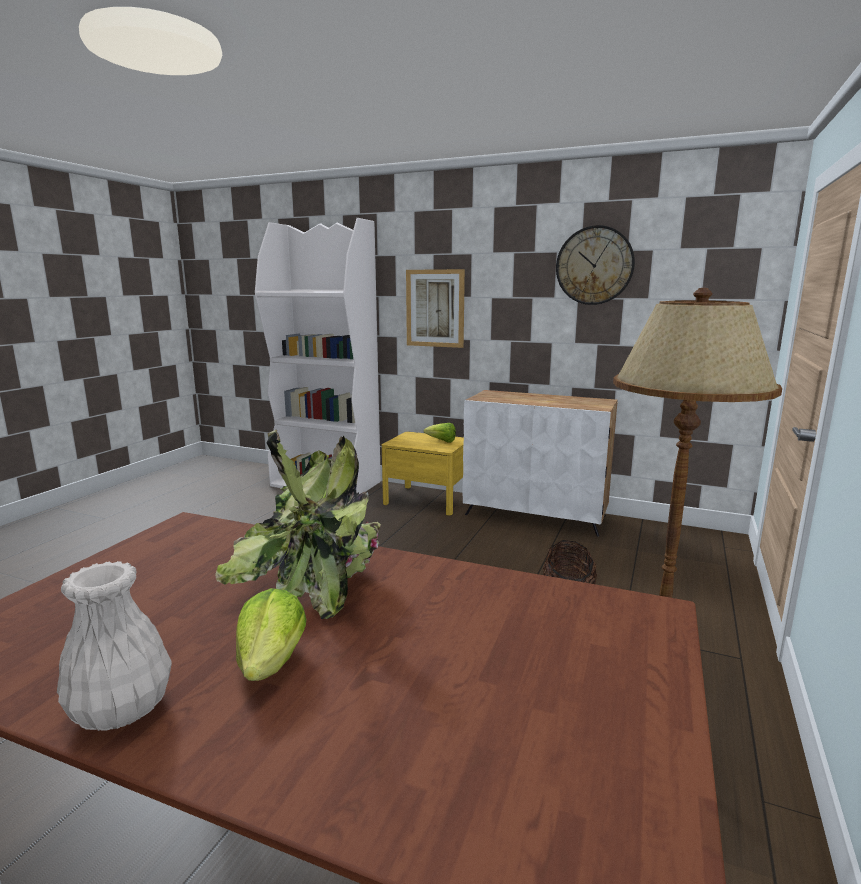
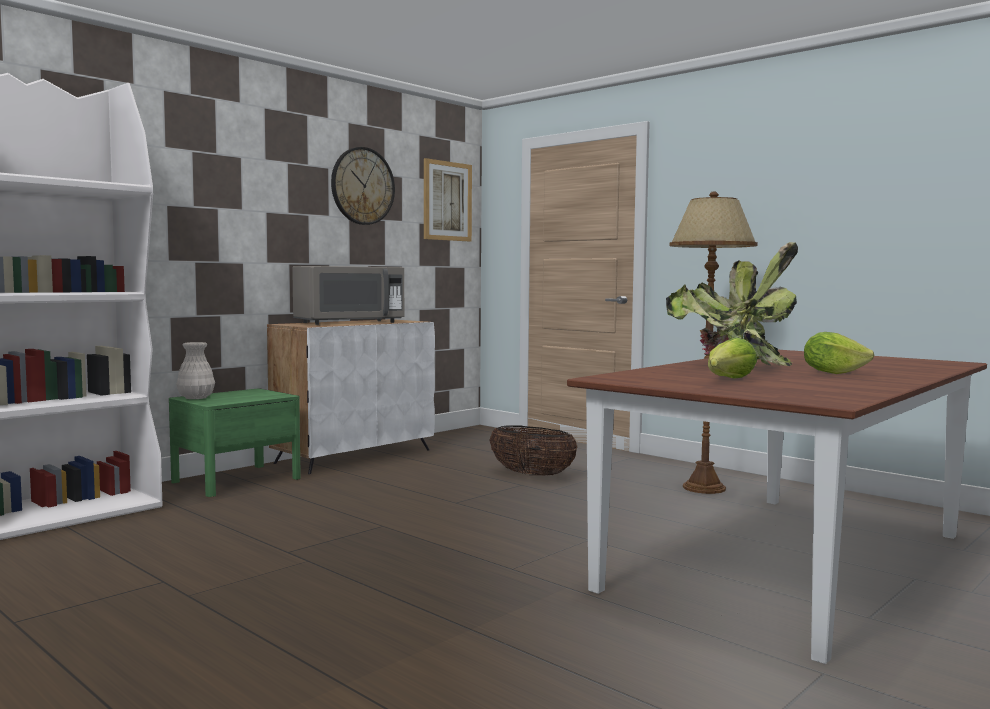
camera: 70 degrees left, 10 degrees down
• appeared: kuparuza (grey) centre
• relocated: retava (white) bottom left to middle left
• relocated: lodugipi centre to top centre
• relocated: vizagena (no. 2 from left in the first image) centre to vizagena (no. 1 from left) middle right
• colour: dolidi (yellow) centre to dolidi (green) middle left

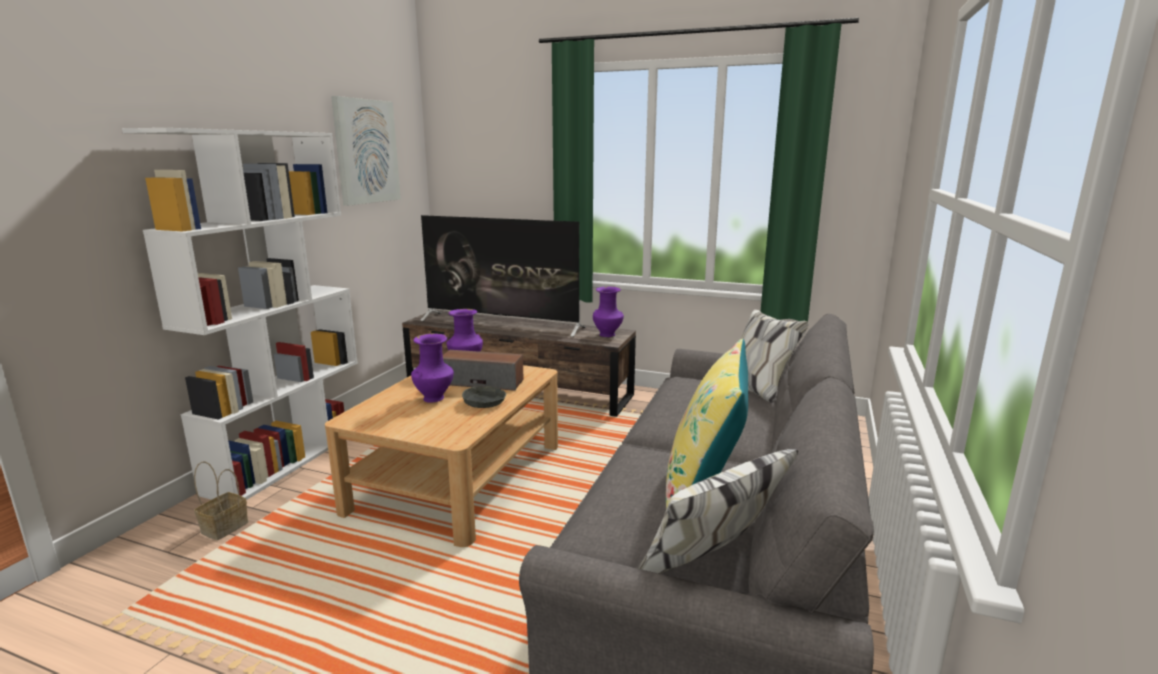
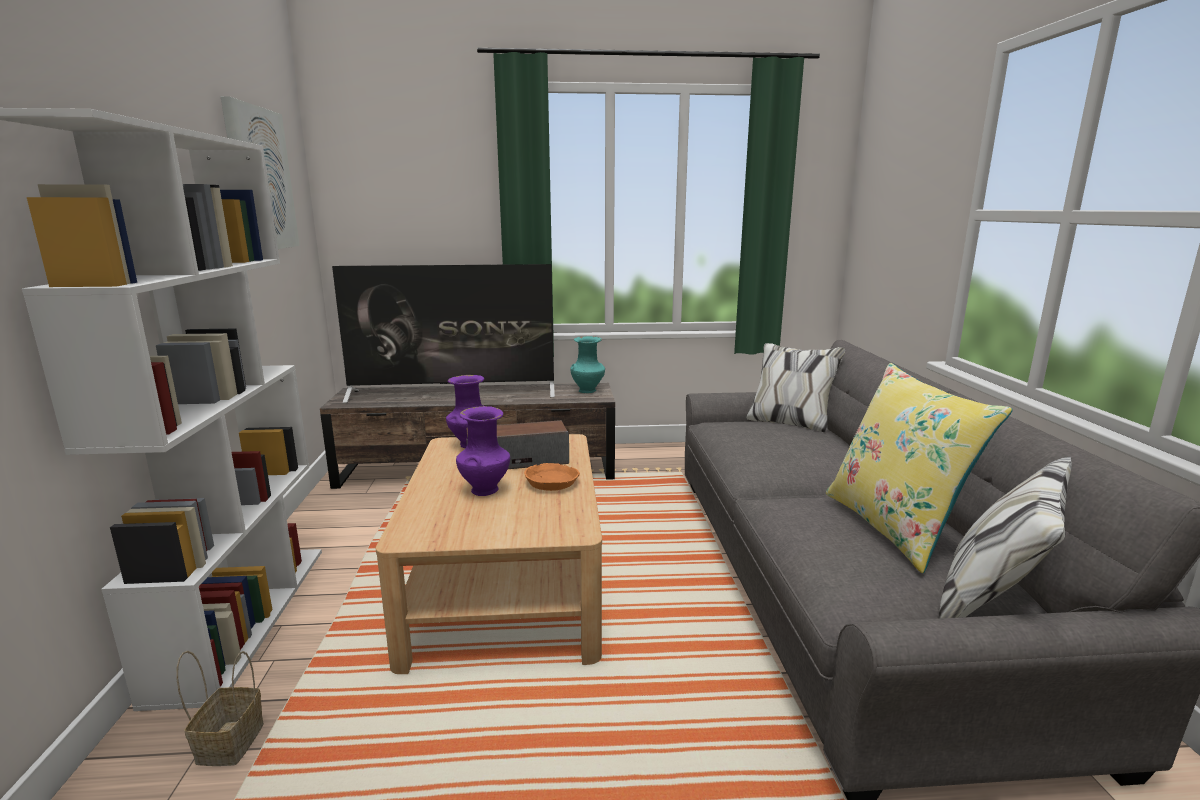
camera: 25 degrees left, 0 degrees up
• colour: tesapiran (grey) centre to tesapiran (orange) centre
• colour: retava (purple) (no. 3 from left) centre to retava (turquoise) centre

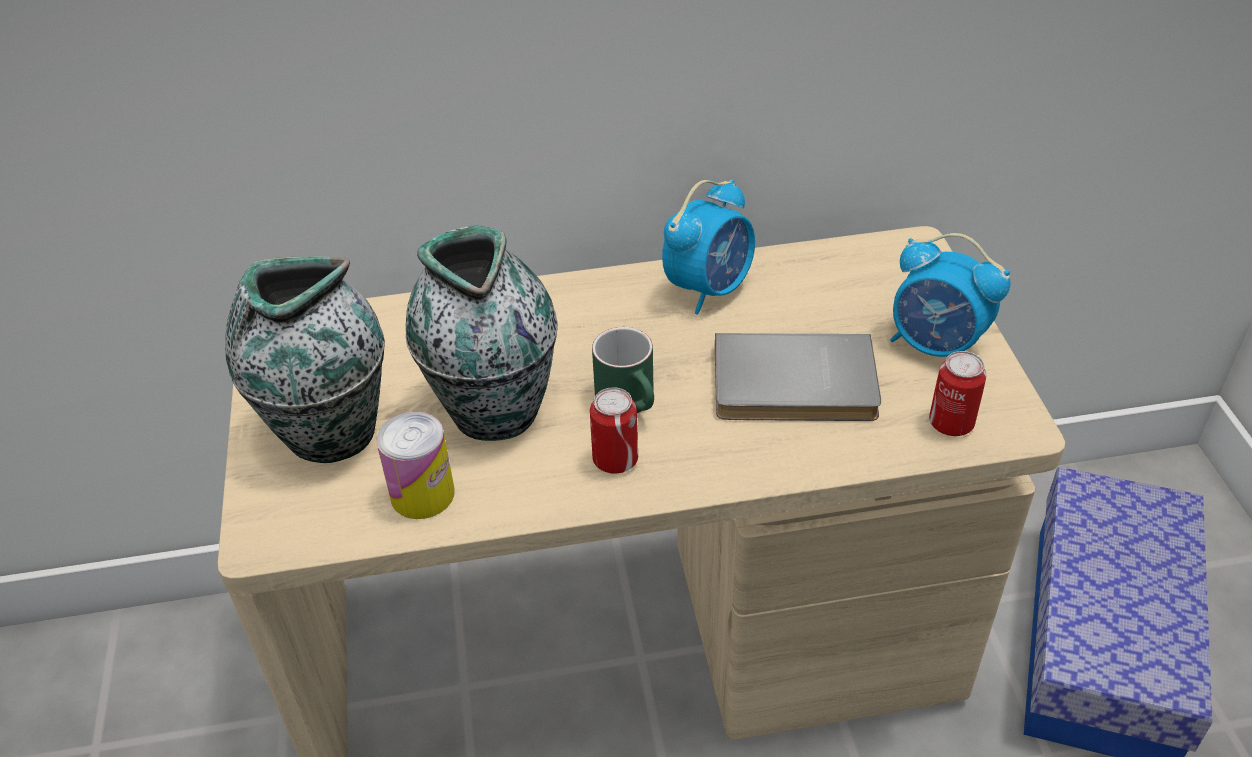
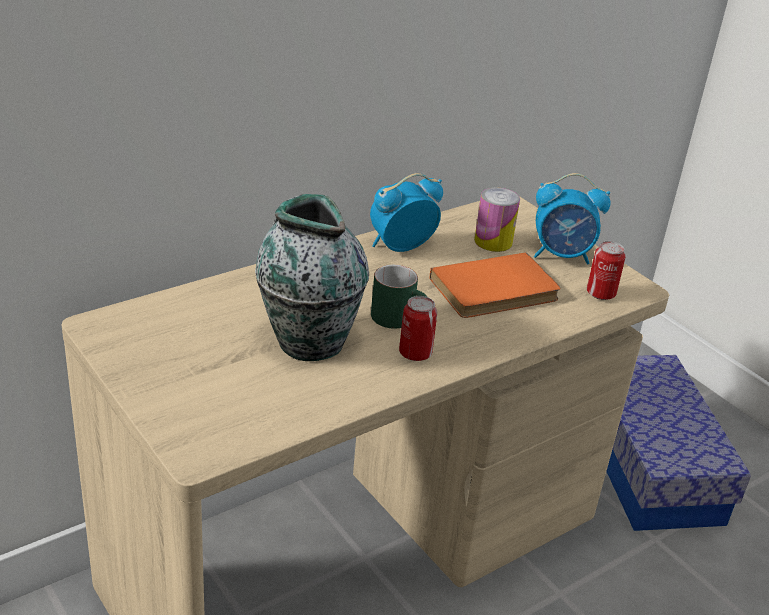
camera: 30 degrees left, 10 degrees down
• missing: retava (no. 1 from left) middle left
• relocated: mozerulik (no. 1 from left in the first image) middle left to mozerulik (no. 2 from left) centre
• colour: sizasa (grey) centre to sizasa (orange) centre
• spun: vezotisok (no. 1 from left) top centre = centre 135 degrees counterclockwise

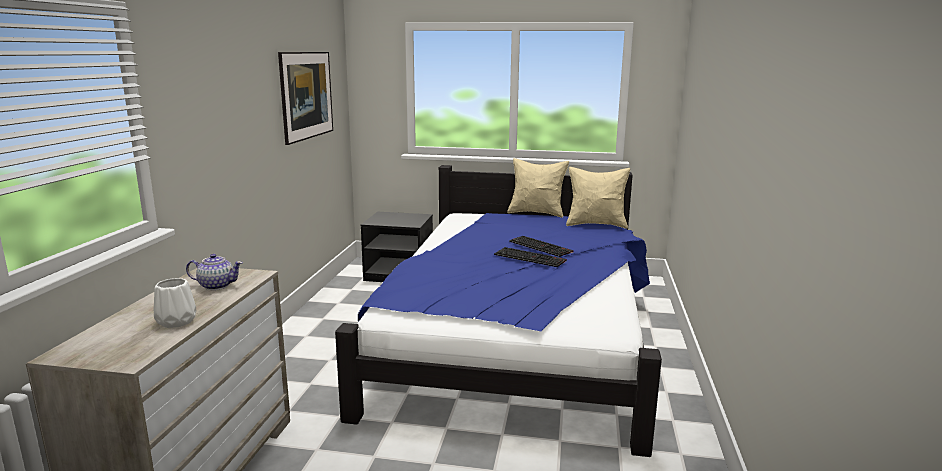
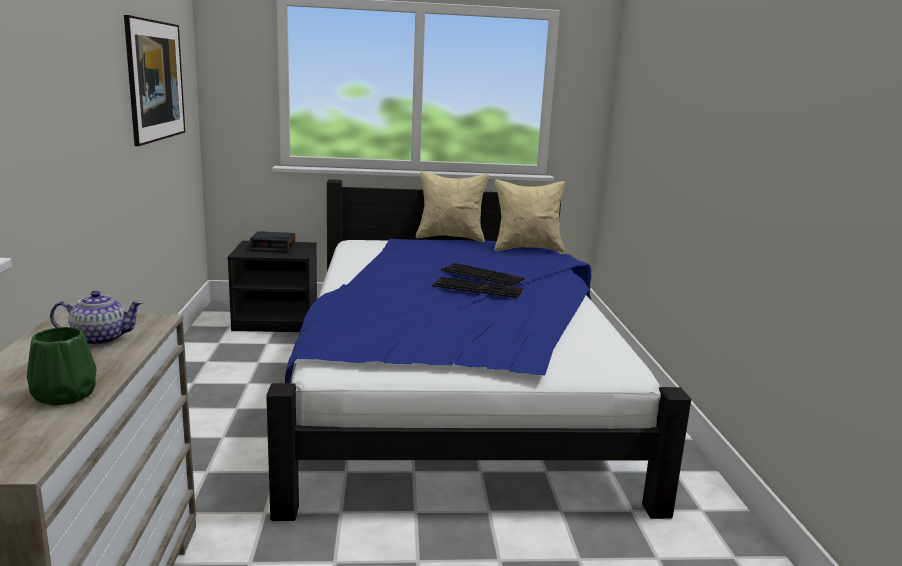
camera: 15 degrees left, 0 degrees up
• appeared: vezotisok middle left
• colour: retava (white) middle left to retava (green) middle left

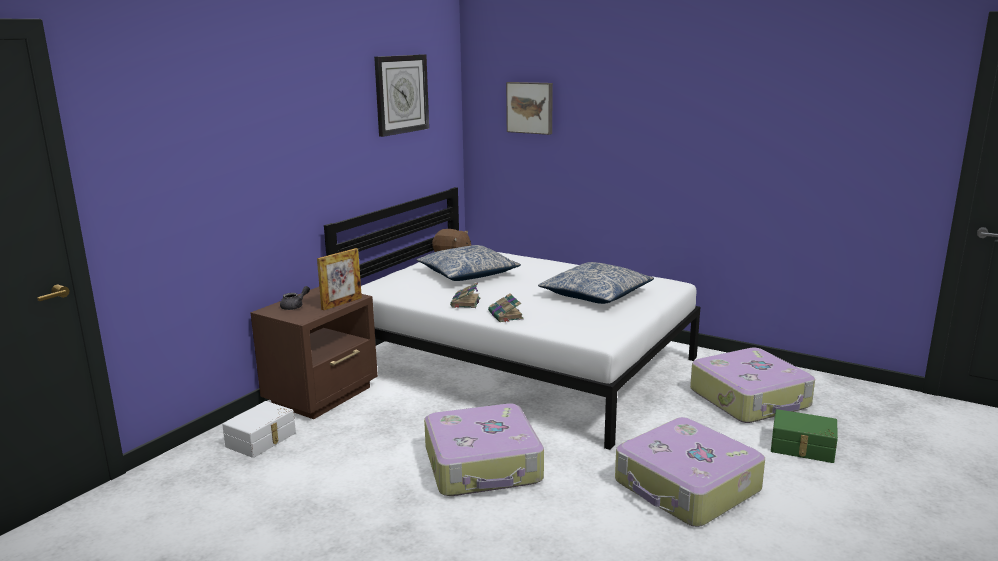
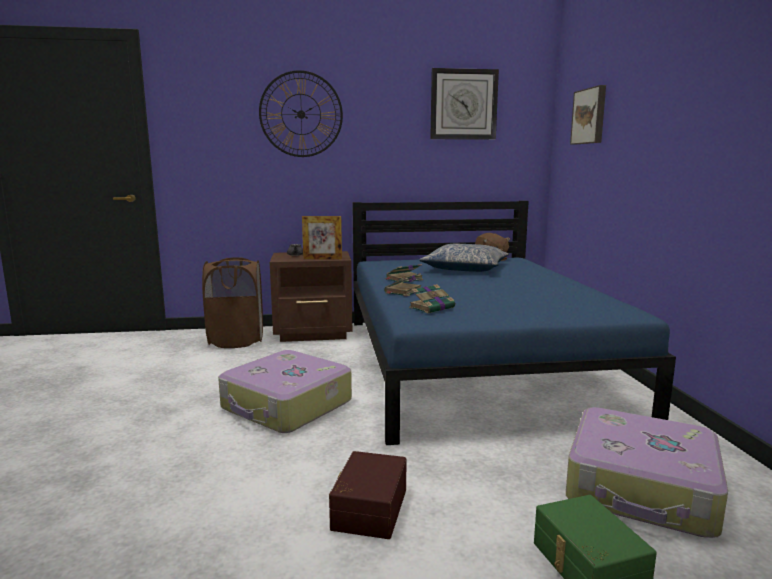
camera: 50 degrees right, 5 degrees down
• missing: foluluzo (no. 2 from left) centre
• appeared: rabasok (no. 1 from left) top centre
• appeared: sizasa (no. 3 from left) centre
• exchanged: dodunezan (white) bottom left to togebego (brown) middle left
• exchanged: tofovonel (no. 2 from left) bottom right to dodunezan (brown) bottom centre
• colour: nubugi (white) centre to nubugi (blue) centre

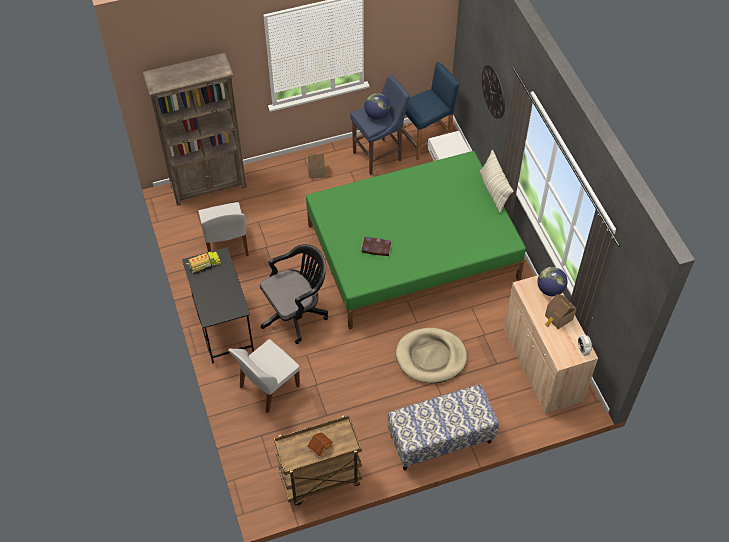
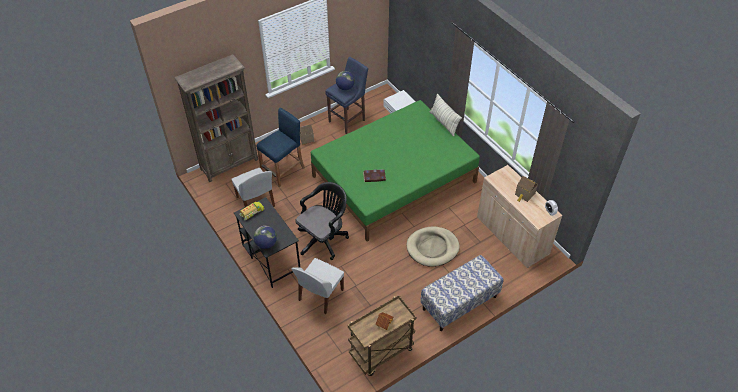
camera: 15 degrees left, 5 degrees down
• missing: rabasok top right
• relocated: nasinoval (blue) (no. 2 from left in the first image) top centre to nasinoval (blue) (no. 1 from left) centre
• relocated: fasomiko (no. 2 from left in the first image) middle right to fasomiko (no. 1 from left) centre

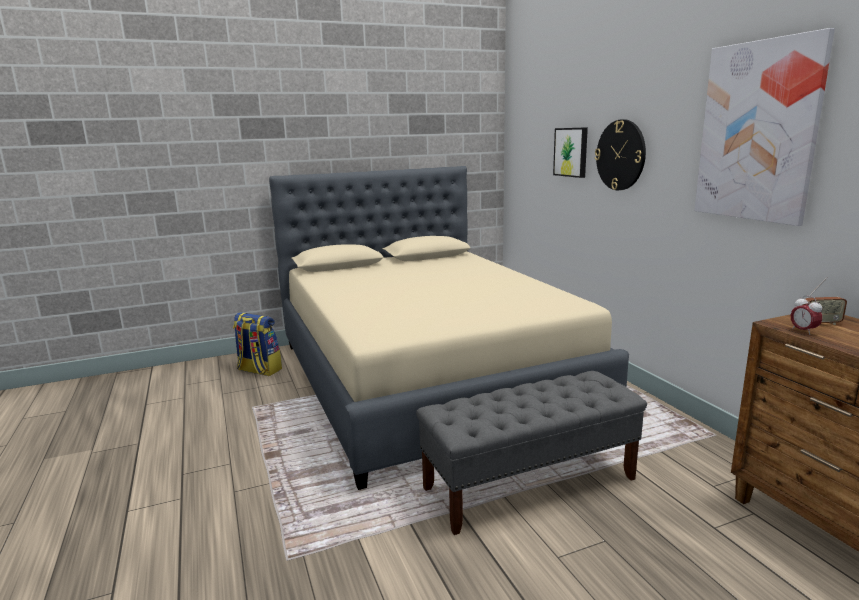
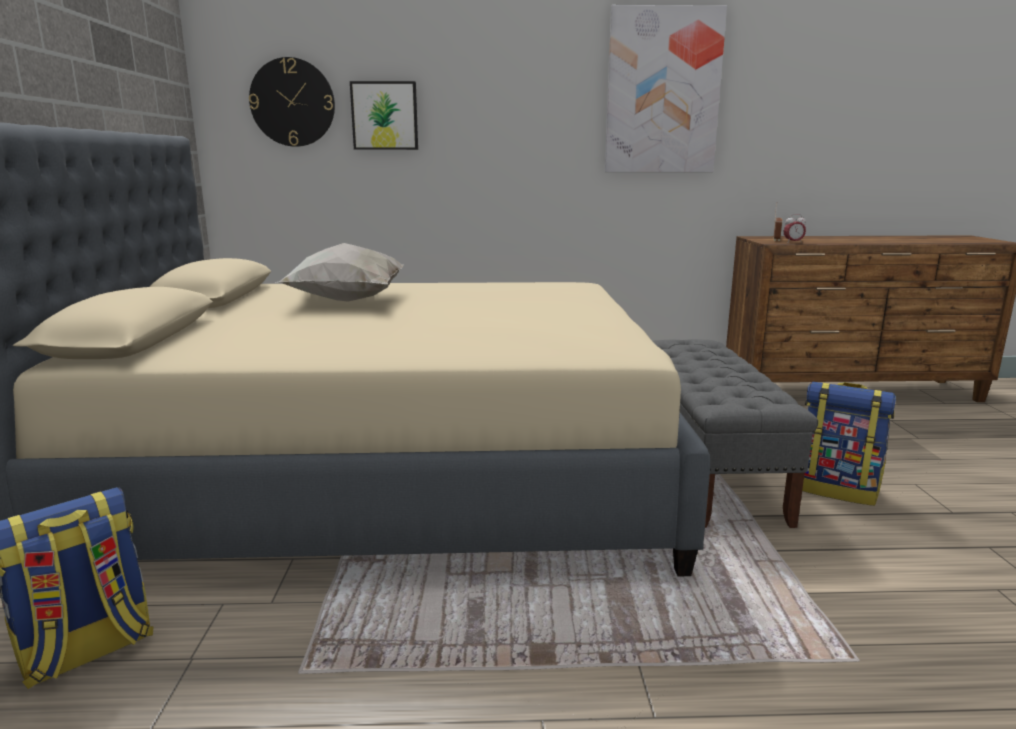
camera: 70 degrees left, 0 degrees up
• appeared: foluluzo (white) centre
• appeared: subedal (no. 2 from left) middle right
• relocated: rabasok top right to top left

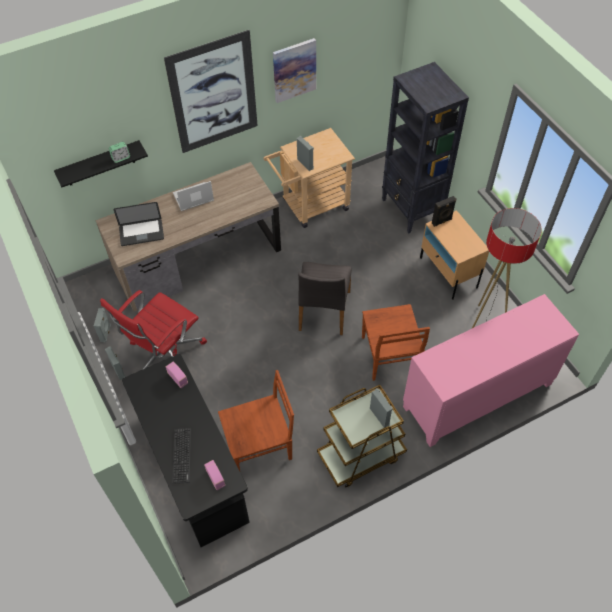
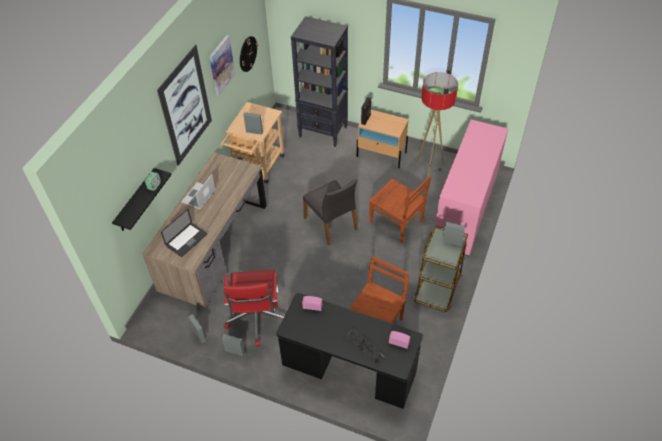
camera: 40 degrees left, 5 degrees down
• appeared: rabasok top centre

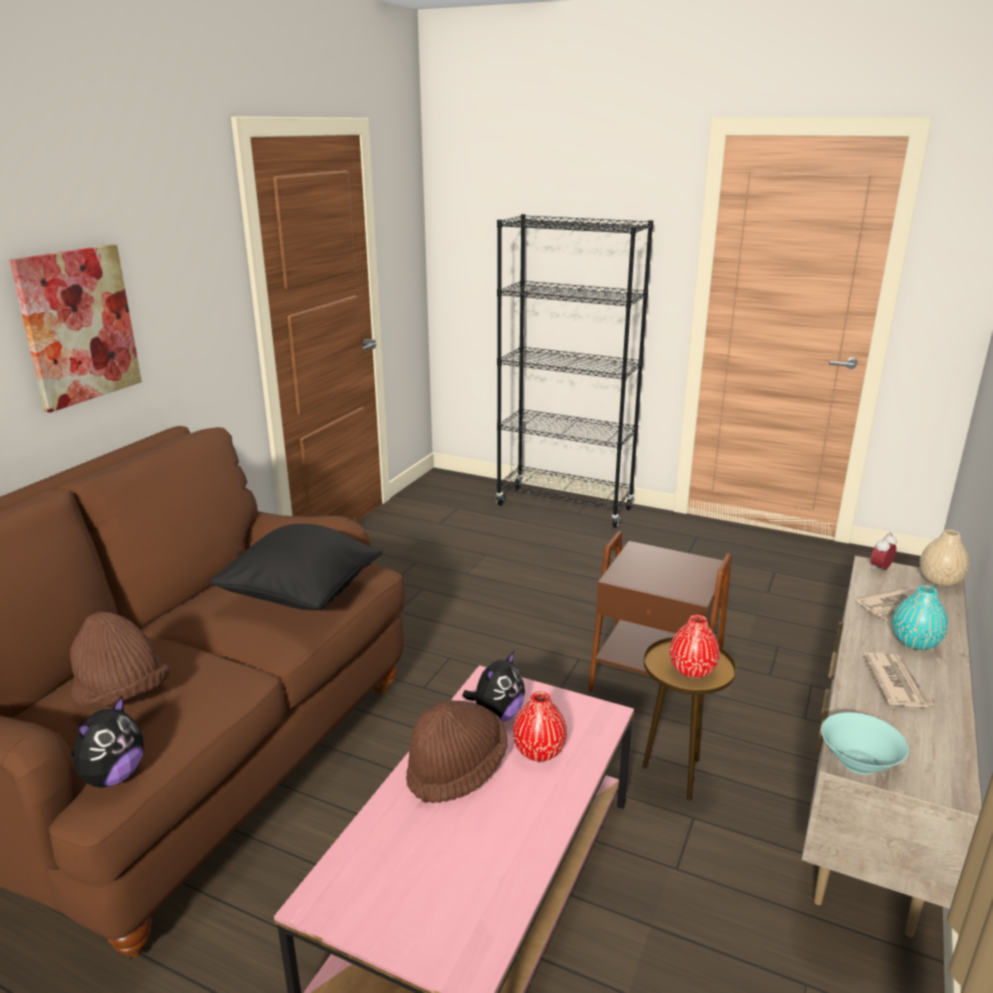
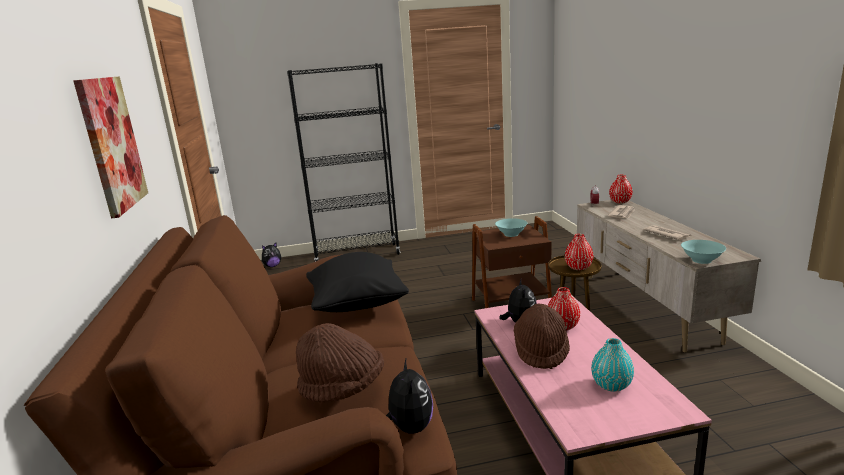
camera: 35 degrees left, 5 degrees down
• appeared: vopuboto (no. 1 from left) middle left
• appeared: tesapiran (turquoise) (no. 1 from left) centre
• relocated: retava (turquoise) middle right to bottom right
• colour: retava (beige) middle right to retava (red) (no. 3 from left) middle right

